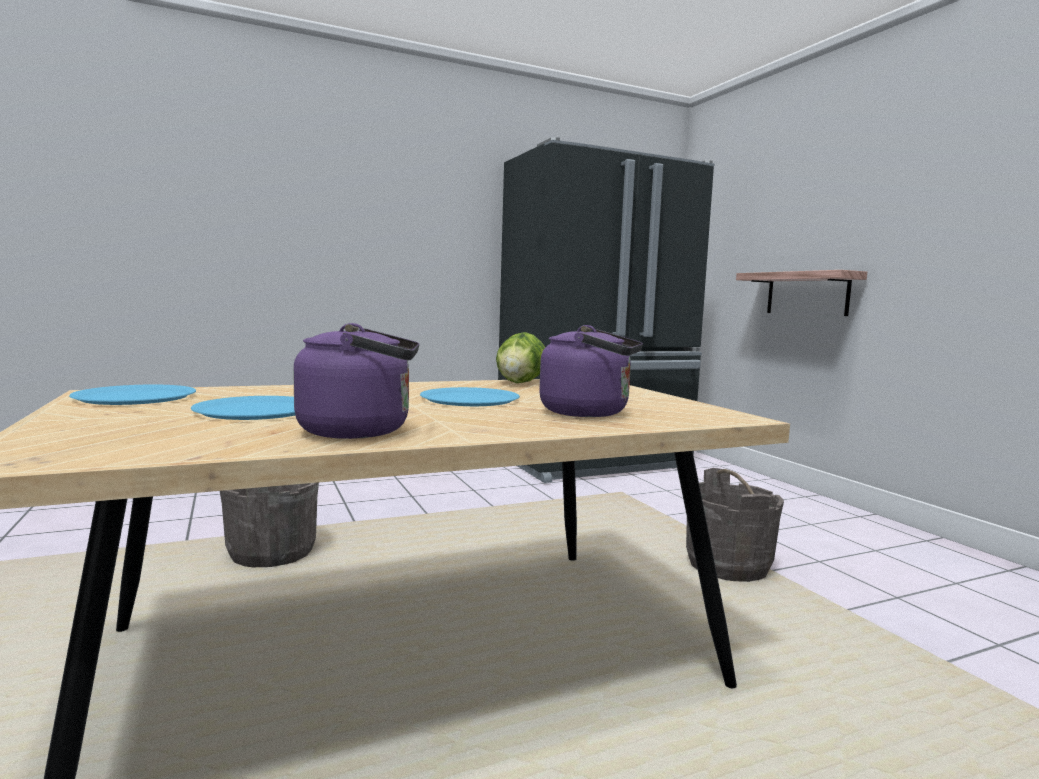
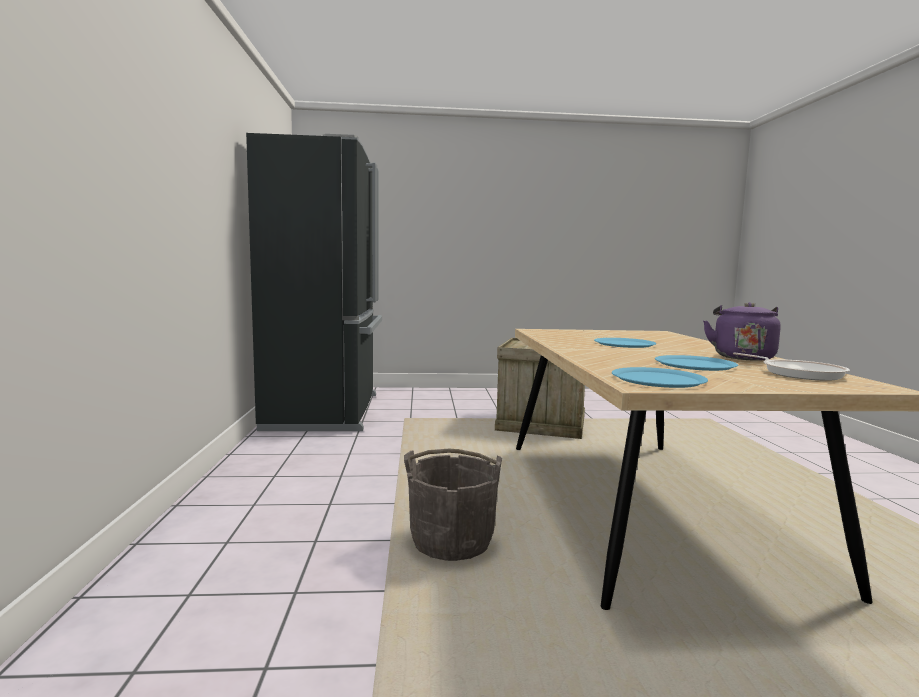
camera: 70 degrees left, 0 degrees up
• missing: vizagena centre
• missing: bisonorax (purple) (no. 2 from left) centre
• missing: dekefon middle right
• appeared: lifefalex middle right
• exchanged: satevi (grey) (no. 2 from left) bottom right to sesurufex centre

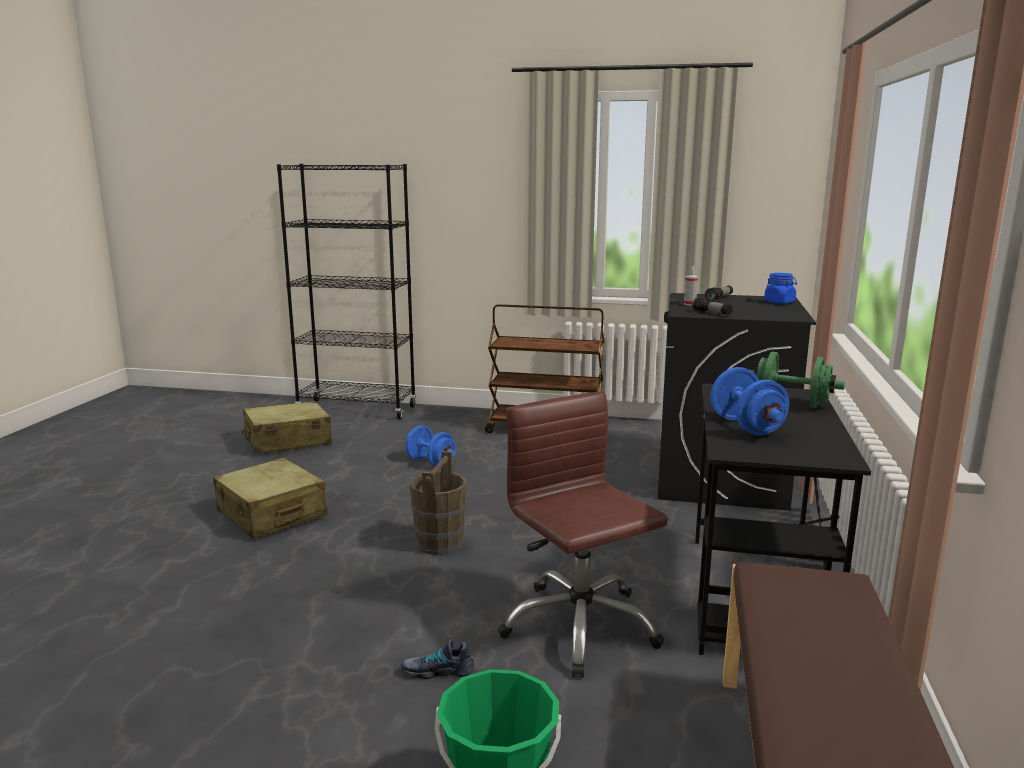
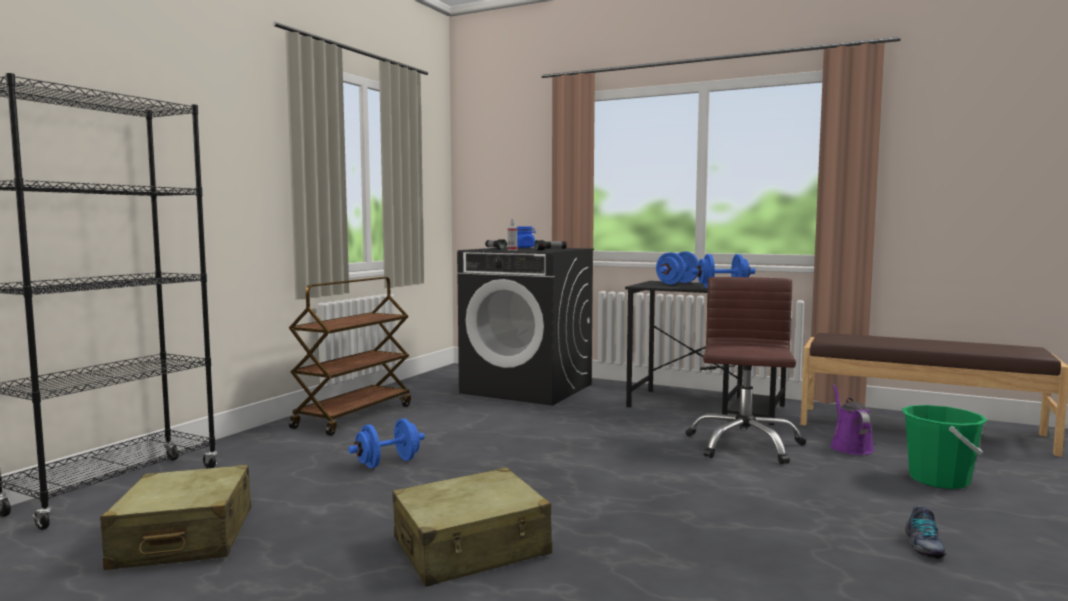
camera: 75 degrees left, 10 degrees down
• missing: satevi (brown) centre
• appeared: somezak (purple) bottom right
• relocated: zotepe bottom centre to bottom right
• colour: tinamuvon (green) middle right to tinamuvon (blue) (no. 2 from left) centre
• spun: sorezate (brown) bottom centre = middle right 120 degrees clockwise

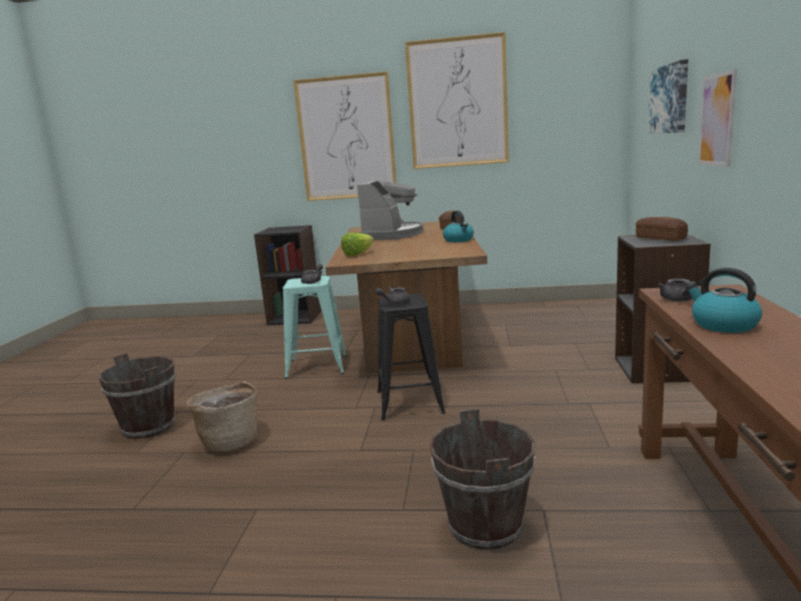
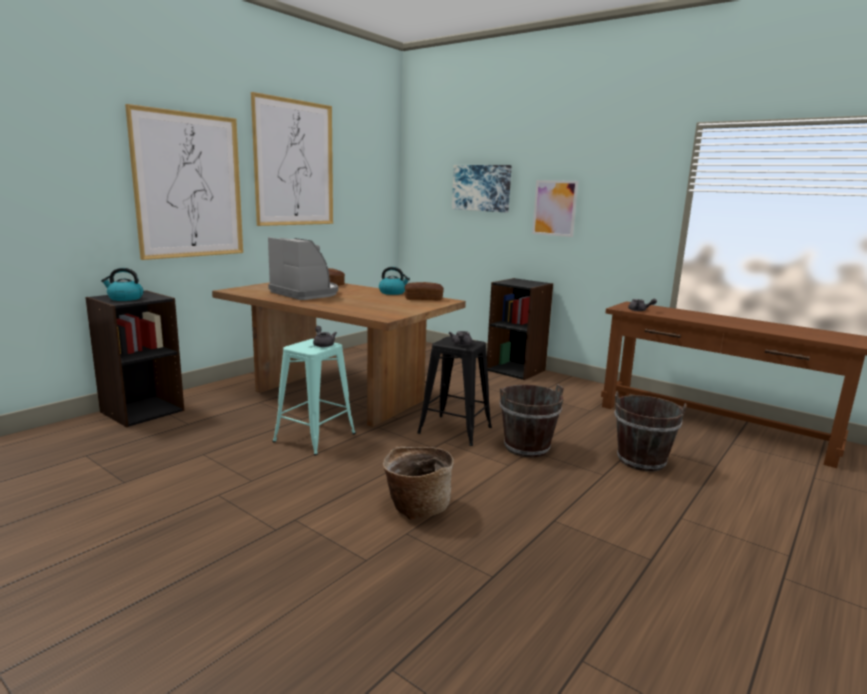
camera: 60 degrees left, 0 degrees up
• missing: vizagena centre
• relocated: satevi (brown) (no. 1 from left) middle left to centre
• relocated: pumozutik (no. 2 from left) middle right to centre
• relocated: bisonorax (no. 2 from left in the first image) middle right to bisonorax (no. 1 from left) middle left

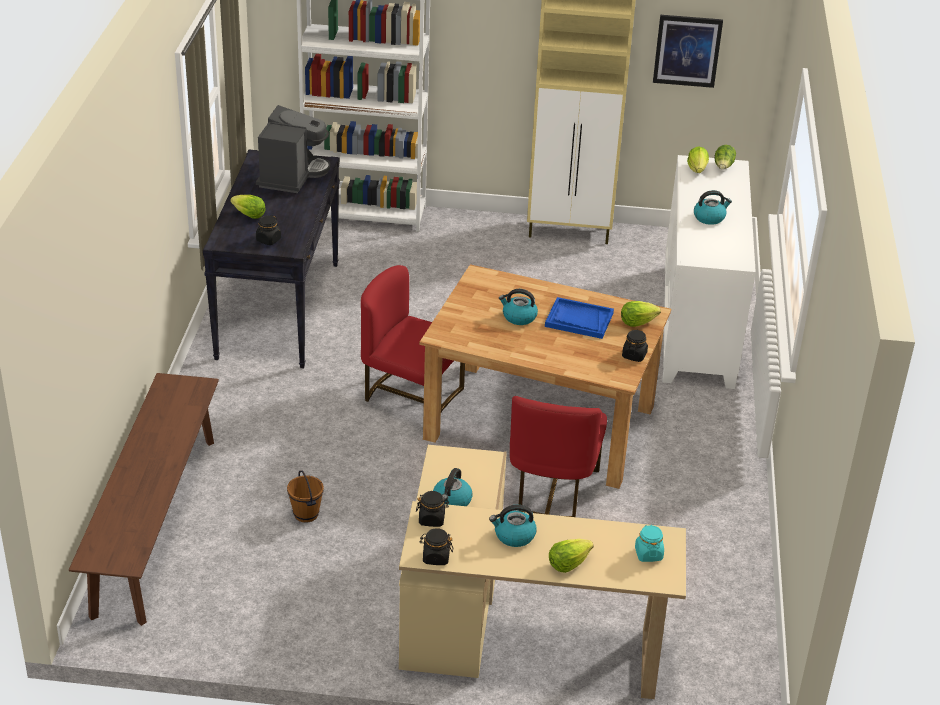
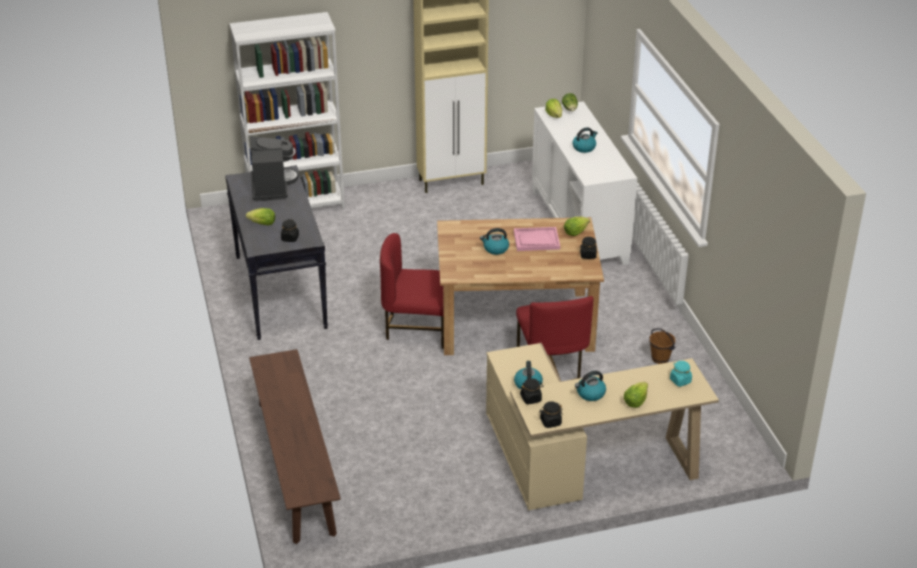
camera: 20 degrees left, 0 degrees up
• missing: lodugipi top right
• relocated: satevi (brown) bottom left to middle right
• colour: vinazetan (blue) centre to vinazetan (pink) centre

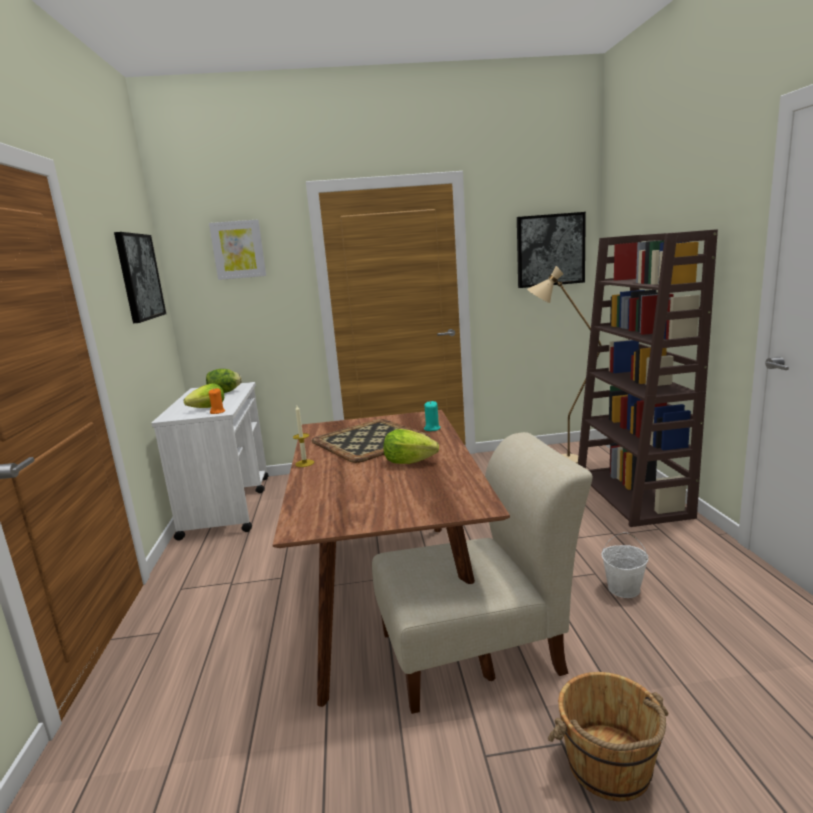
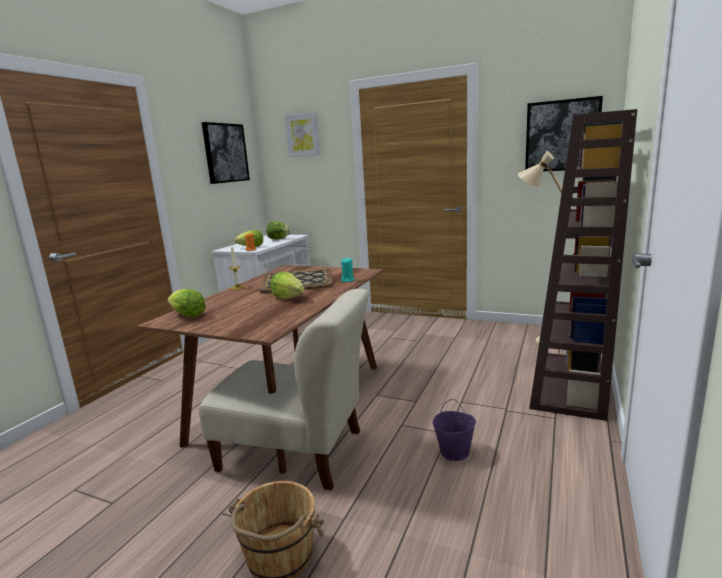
camera: 30 degrees right, 0 degrees up
• appeared: vizagena (no. 1 from left) middle left
• colour: satevi (white) bottom right to satevi (purple) bottom centre

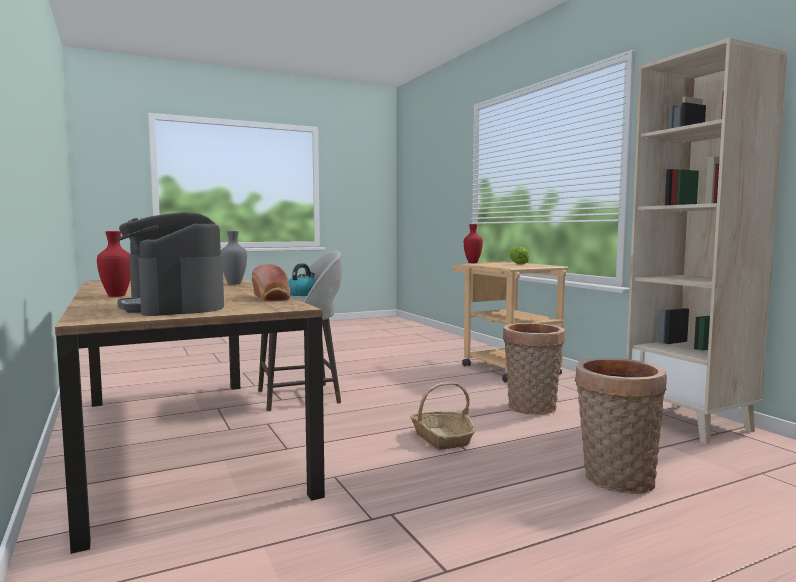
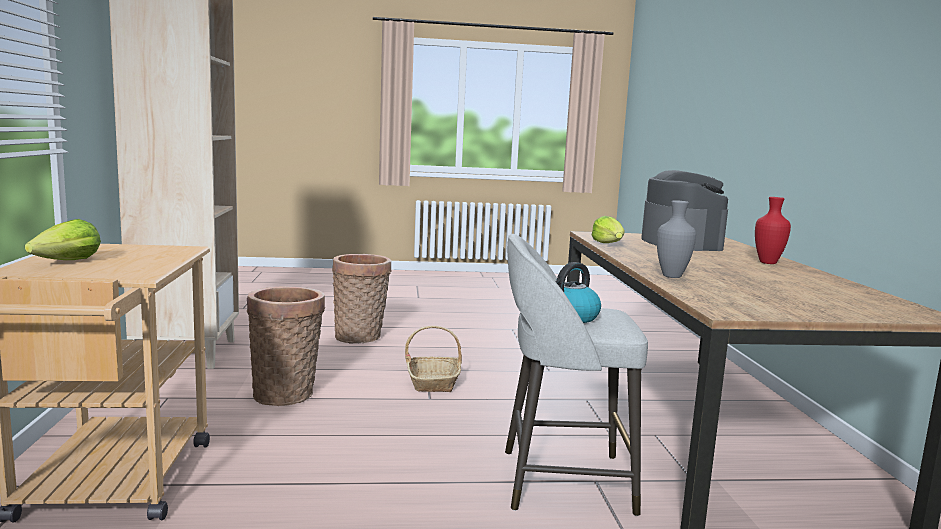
camera: 160 degrees left, 5 degrees up
• missing: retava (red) (no. 2 from left) centre
• exchanged: pumozutik centre to vizagena (no. 2 from left) centre

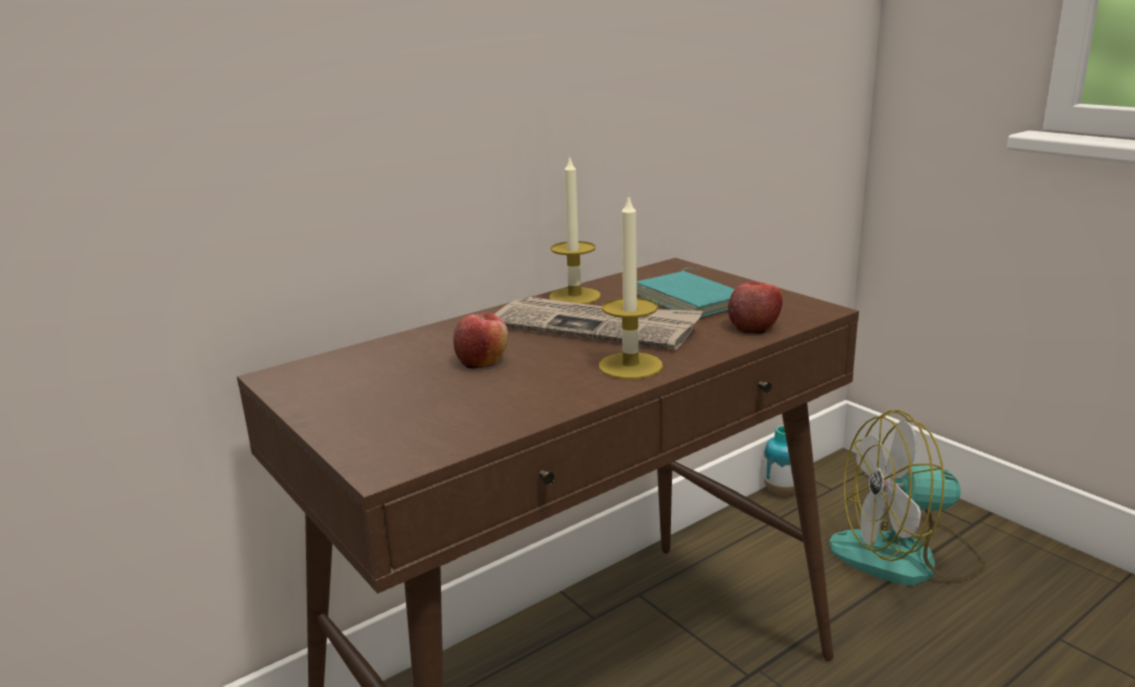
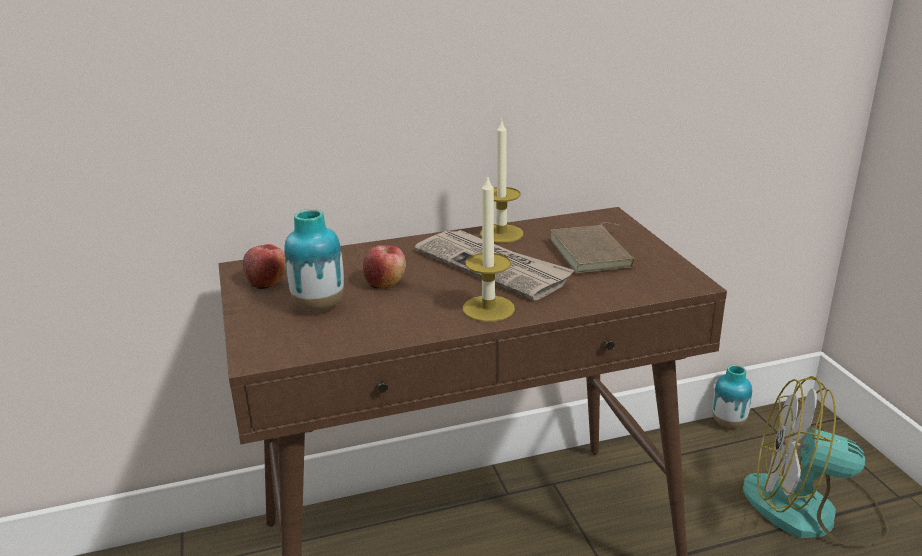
camera: 20 degrees right, 5 degrees up
• appeared: retava (no. 1 from left) centre
• relocated: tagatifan (no. 2 from left in the first image) centre to tagatifan (no. 1 from left) middle left
• colour: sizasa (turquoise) centre to sizasa (brown) centre

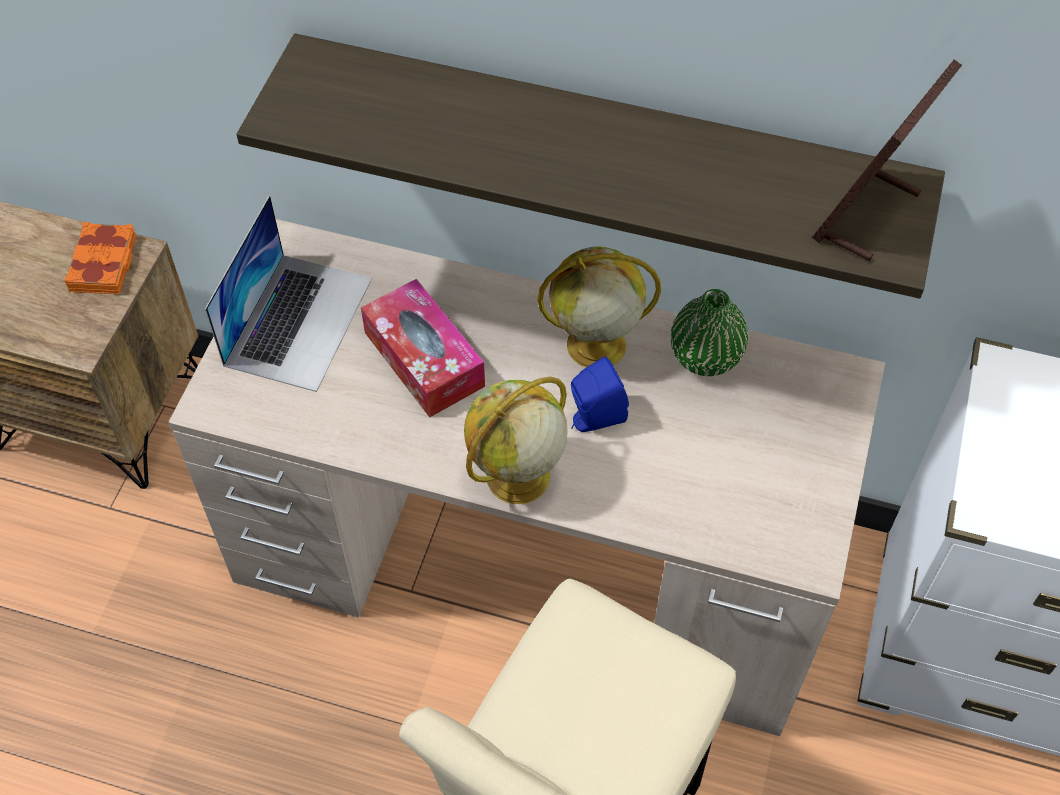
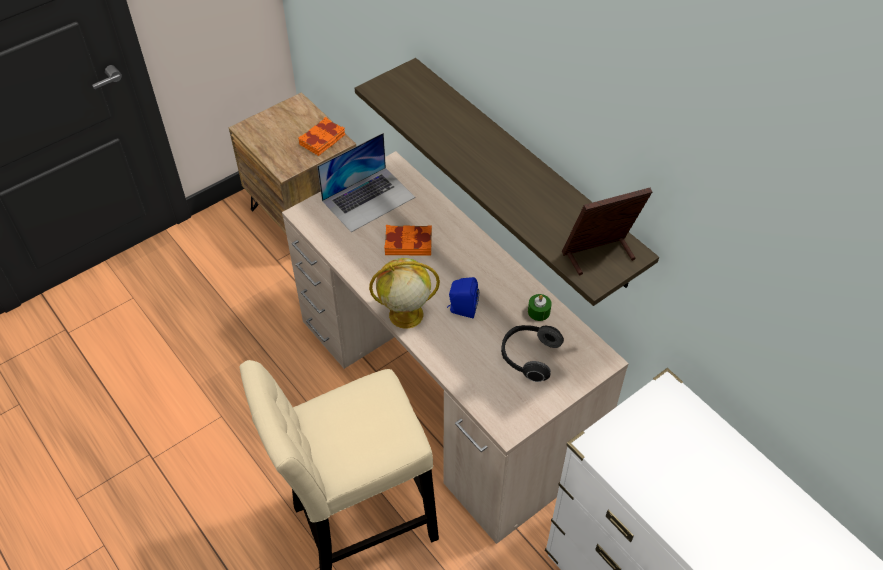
camera: 35 degrees right, 5 degrees down
• missing: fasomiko (no. 2 from left) centre
• appeared: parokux centre
• exchanged: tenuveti centre to sizasa (orange) (no. 2 from left) centre
• exchanged: retava (green) middle right to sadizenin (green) centre

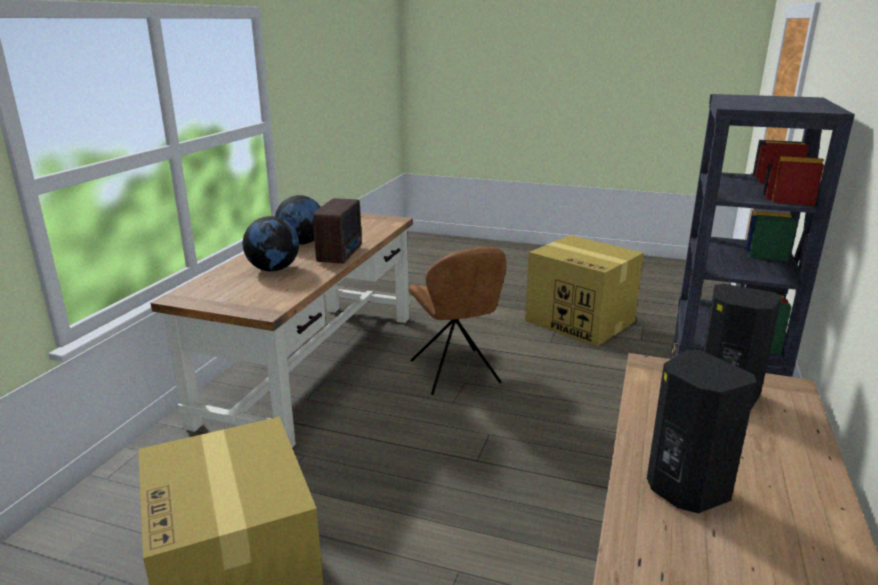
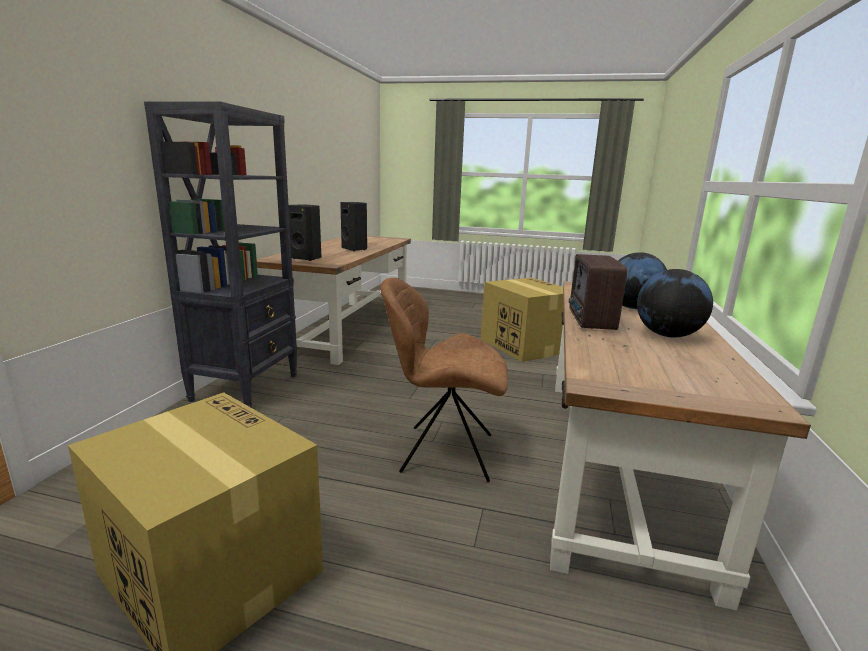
camera: 175 degrees right, 5 degrees down
• spun: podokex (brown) centre = centre 60 degrees counterclockwise

